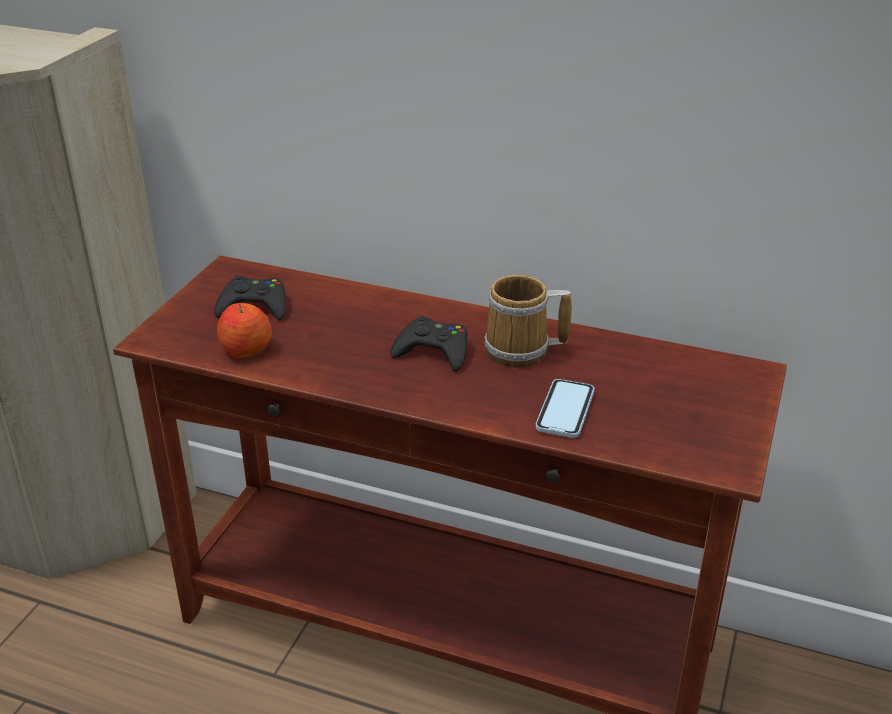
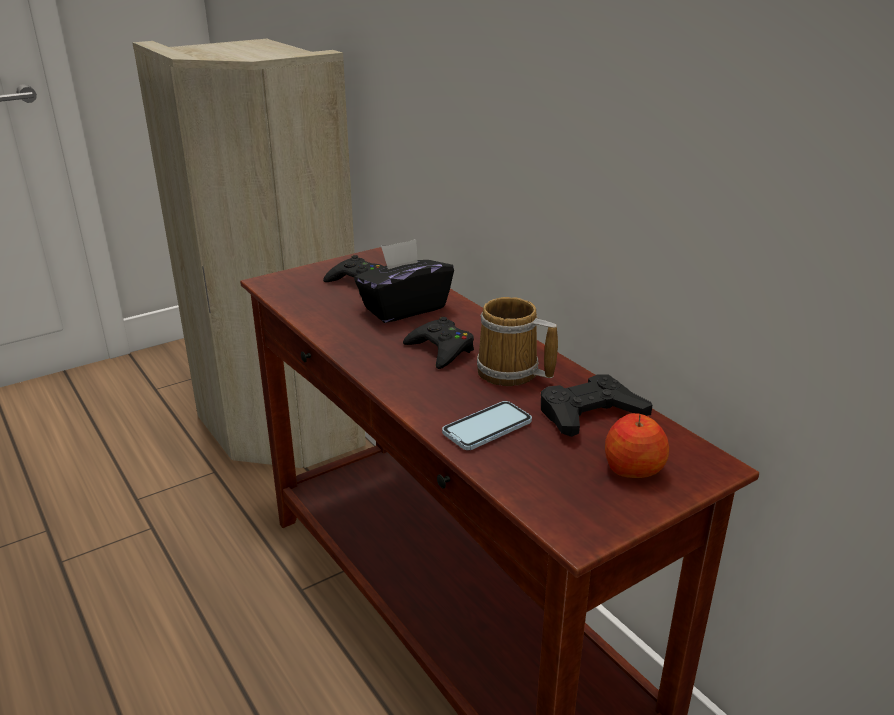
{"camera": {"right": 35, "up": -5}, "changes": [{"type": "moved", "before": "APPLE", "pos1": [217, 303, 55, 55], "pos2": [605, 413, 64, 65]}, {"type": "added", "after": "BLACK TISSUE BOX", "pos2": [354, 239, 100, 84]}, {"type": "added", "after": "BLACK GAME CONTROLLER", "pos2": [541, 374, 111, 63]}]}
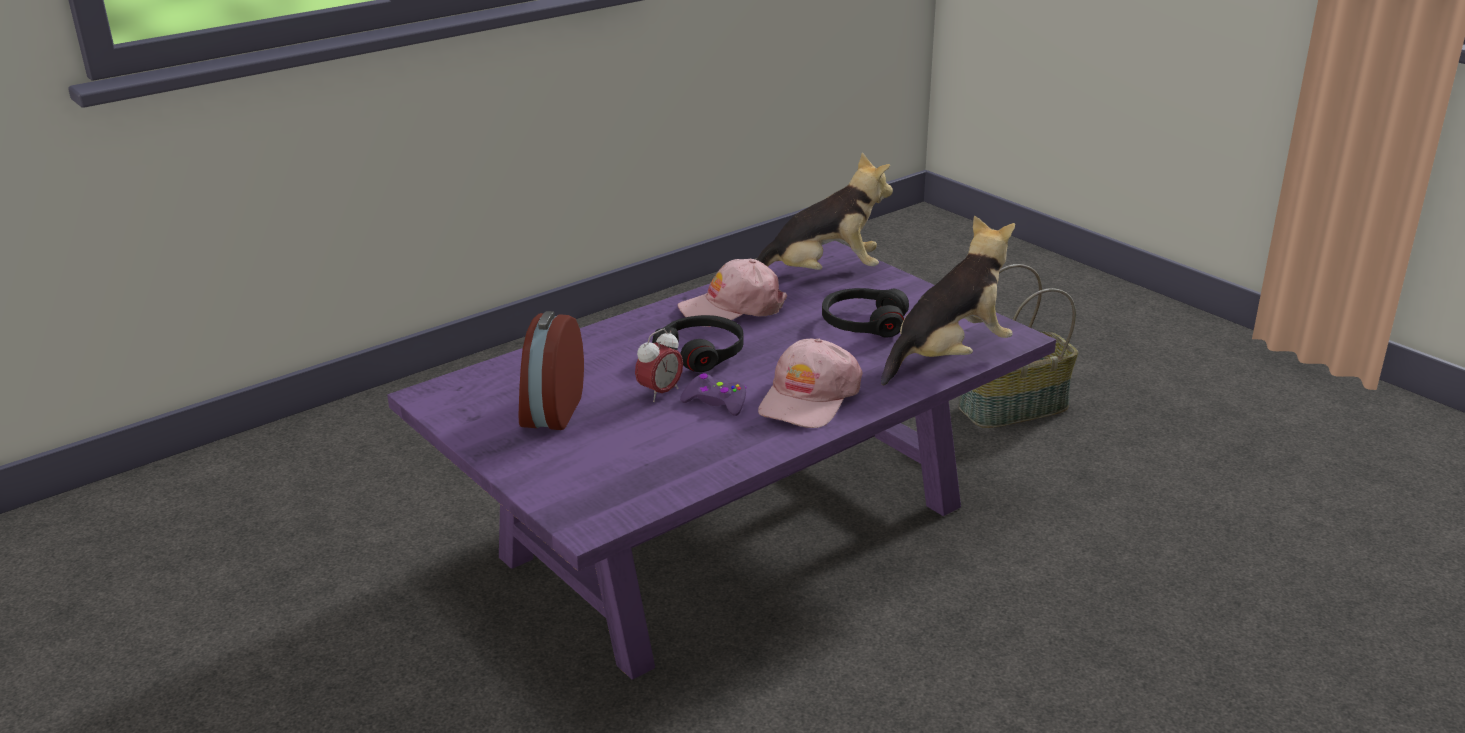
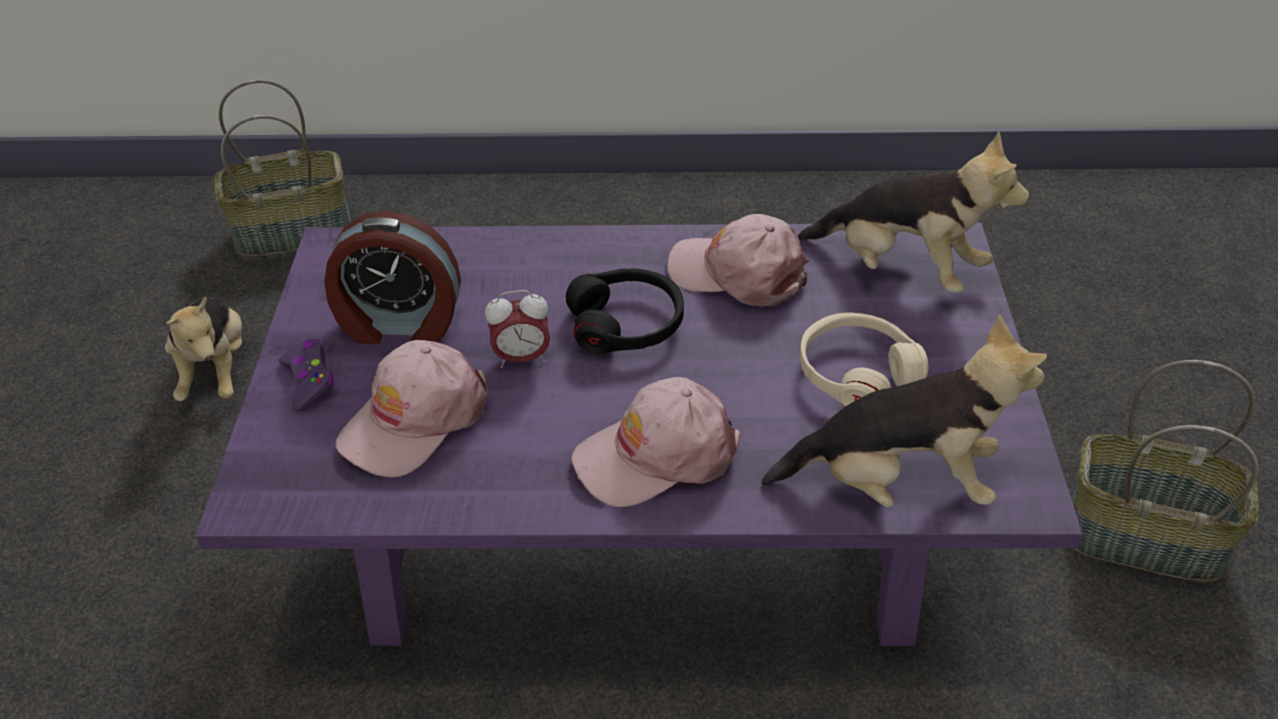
{"camera": {"right": 40, "up": 15}, "changes": [{"type": "recoloured", "before": "BLACK HEADPHONES", "after": "BEIGE HEADPHONES", "pos1": [822, 288, 87, 49], "pos2": [800, 312, 128, 94]}, {"type": "turned", "before": "ALARM CLOCK", "pos1": [518, 311, 66, 119], "pos2": [324, 211, 137, 133], "turn": -135}, {"type": "moved", "before": "PURPLE GAME CONTROLLER", "pos1": [680, 373, 66, 43], "pos2": [279, 339, 55, 73]}, {"type": "added", "after": "BASKET", "pos2": [214, 79, 137, 179]}, {"type": "added", "after": "PLUSH TOY", "pos2": [165, 296, 77, 105]}, {"type": "added", "after": "PINK CAP", "pos2": [335, 340, 153, 137]}]}
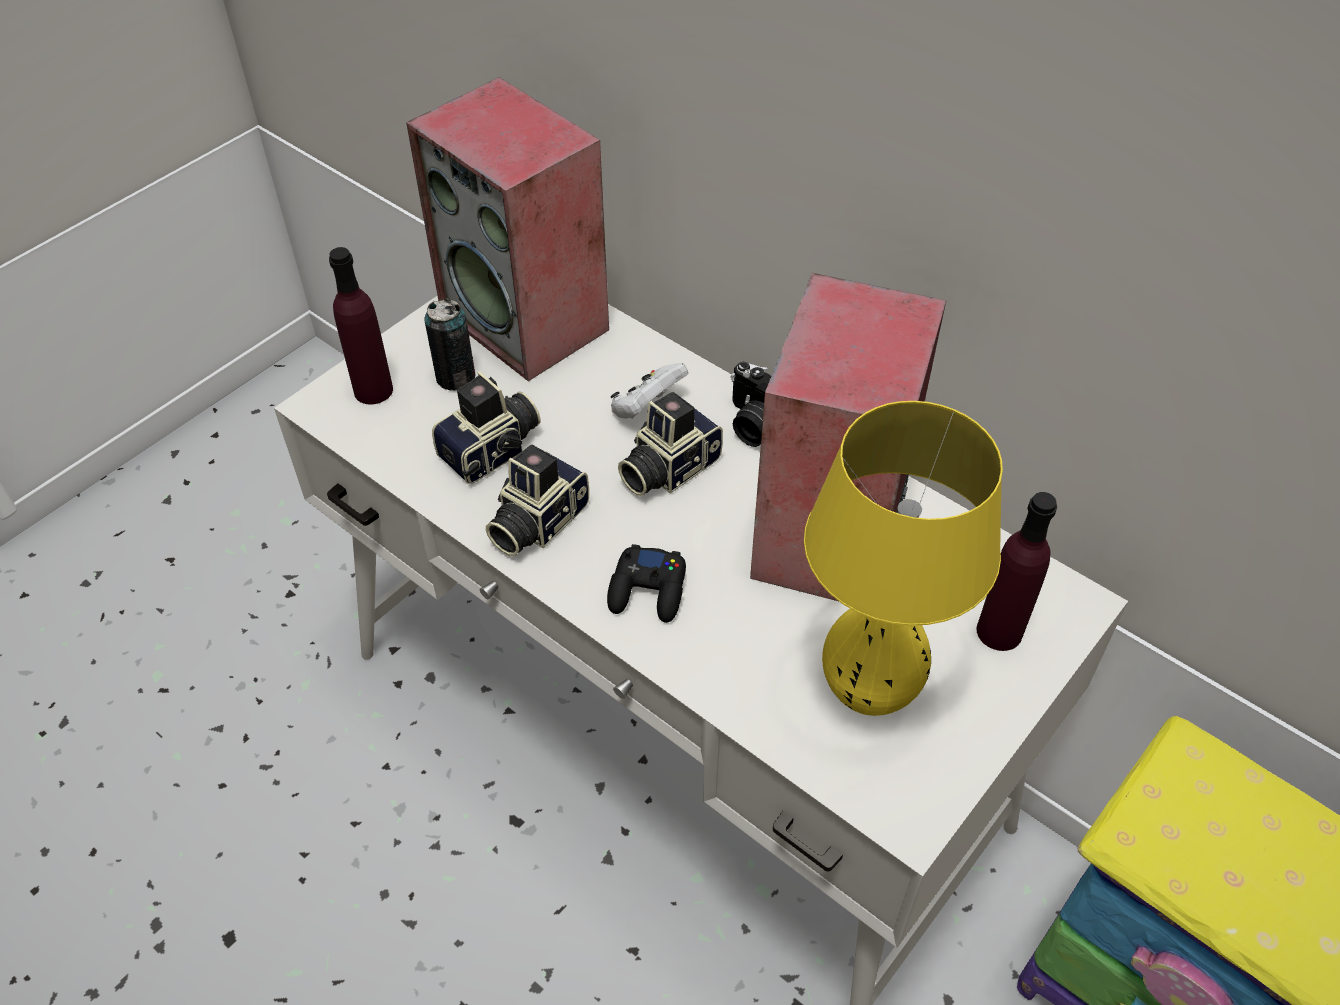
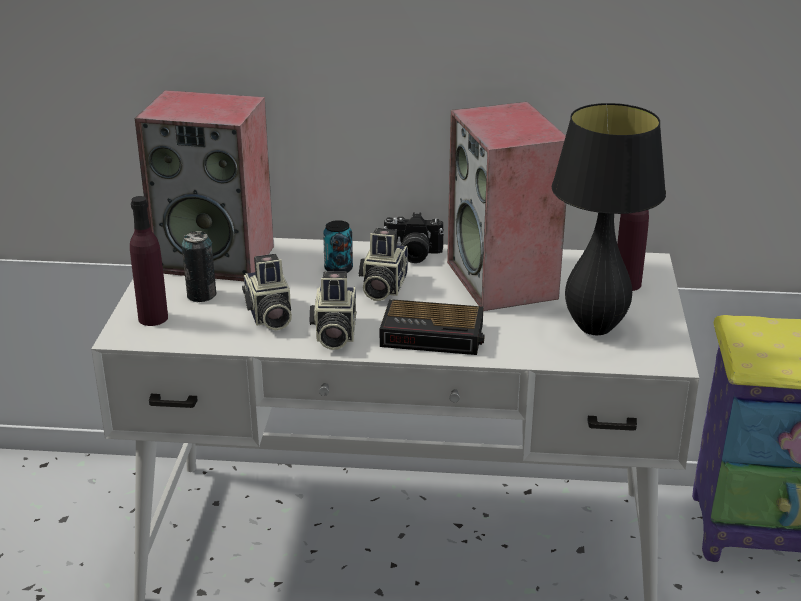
{"camera": {"right": -35, "up": -20}, "changes": [{"type": "replaced", "before": "WHITE GAME CONTROLLER", "after": "CAN", "pos1": [611, 363, 77, 56], "pos2": [323, 220, 30, 53]}, {"type": "turned", "before": "PHOTO CAMERA", "pos1": [432, 371, 109, 113], "pos2": [242, 254, 50, 76], "turn": 150}, {"type": "recoloured", "before": "YELLOW TABLE LAMP", "after": "BLACK TABLE LAMP", "pos1": [804, 401, 199, 315], "pos2": [551, 103, 115, 232]}, {"type": "replaced", "before": "BLACK GAME CONTROLLER", "after": "ALARM CLOCK", "pos1": [607, 544, 79, 79], "pos2": [380, 299, 105, 56]}]}
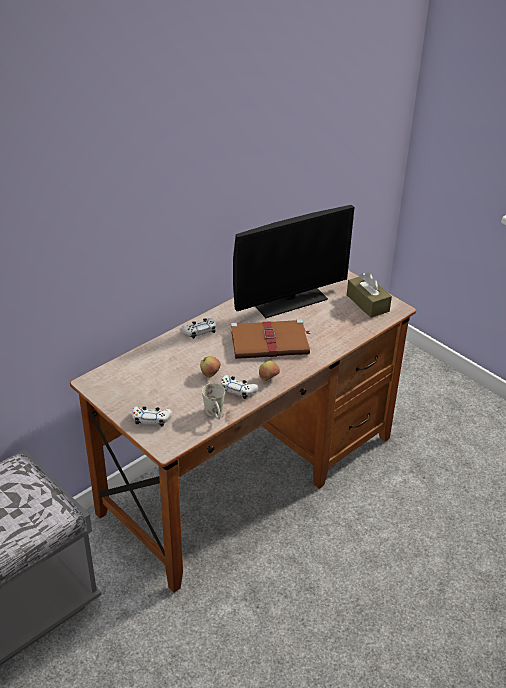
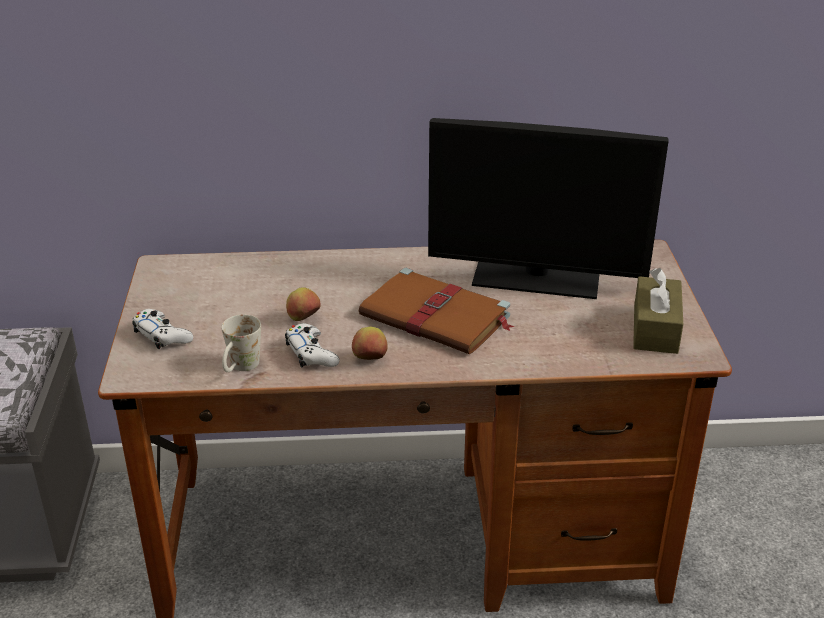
{"camera": {"right": 40, "up": -5}, "changes": [{"type": "removed", "before": "WHITE GAME CONTROLLER", "pos1": [181, 318, 35, 21]}]}
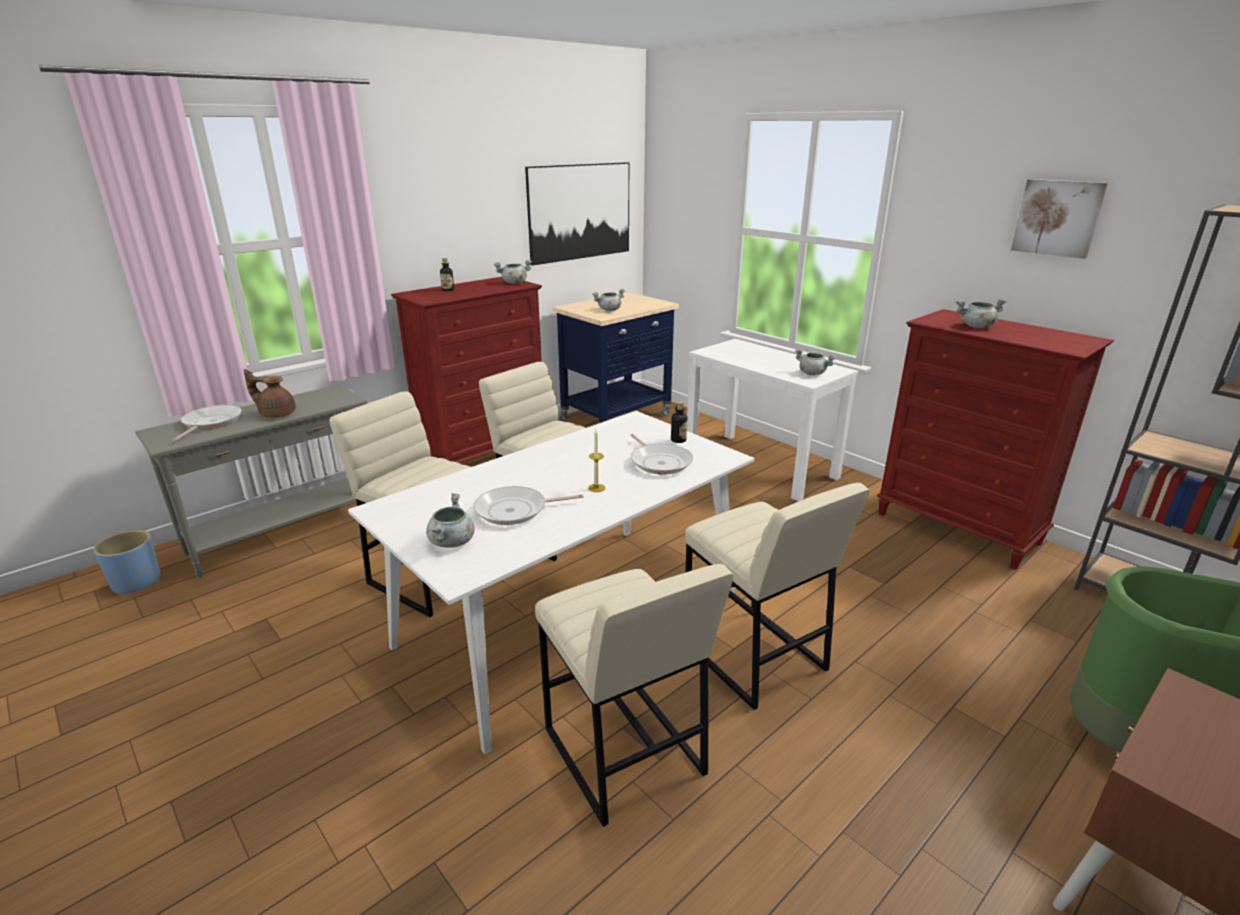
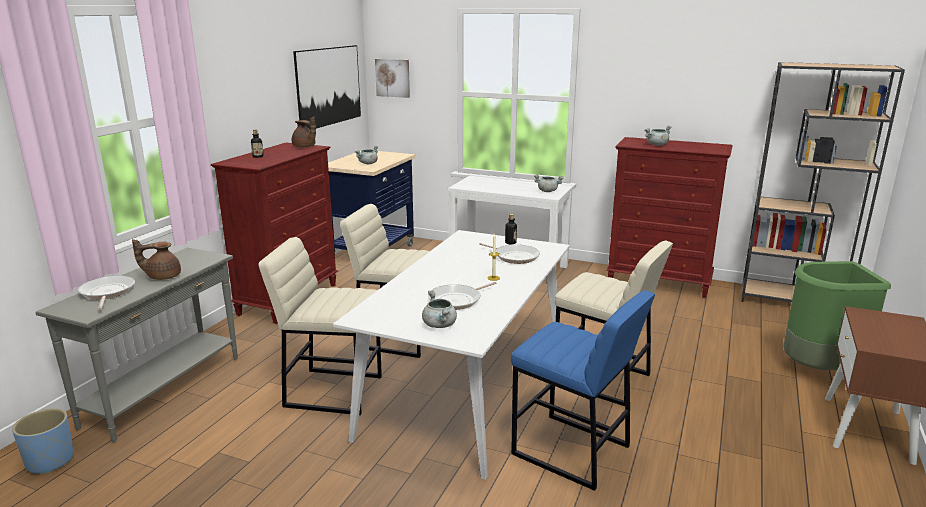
{"camera": {"right": -25, "up": -5}, "changes": [{"type": "moved", "before": "PICTURE", "pos1": [1011, 179, 97, 80], "pos2": [375, 59, 35, 39]}, {"type": "replaced", "before": "GREY COOKING POT", "after": "BROWN TEAPOT", "pos1": [494, 260, 38, 24], "pos2": [292, 117, 24, 30]}, {"type": "recoloured", "before": "BEIGE CHAIR", "after": "BLUE CHAIR", "pos1": [535, 564, 199, 263], "pos2": [511, 290, 144, 201]}]}
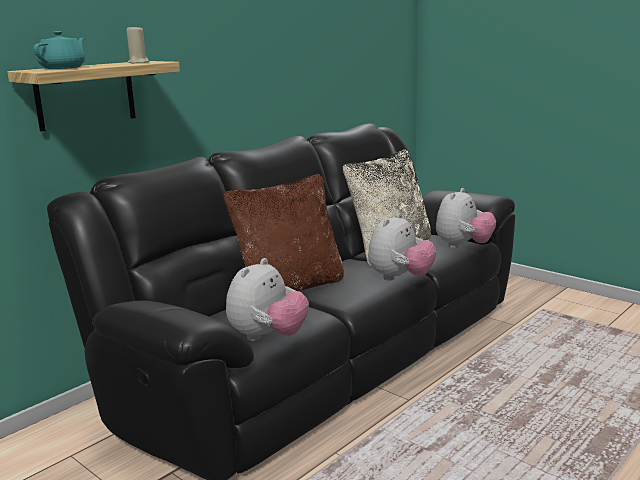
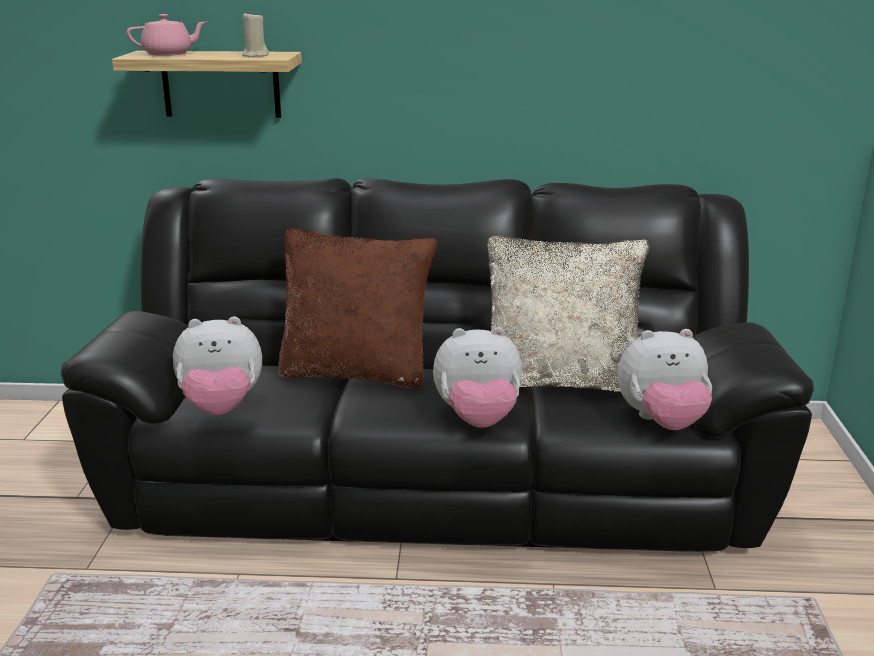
{"camera": {"right": 50, "up": 5}, "changes": [{"type": "recoloured", "before": "TURQUOISE TEAPOT", "after": "PINK TEAPOT", "pos1": [33, 31, 52, 38], "pos2": [126, 14, 80, 42]}]}
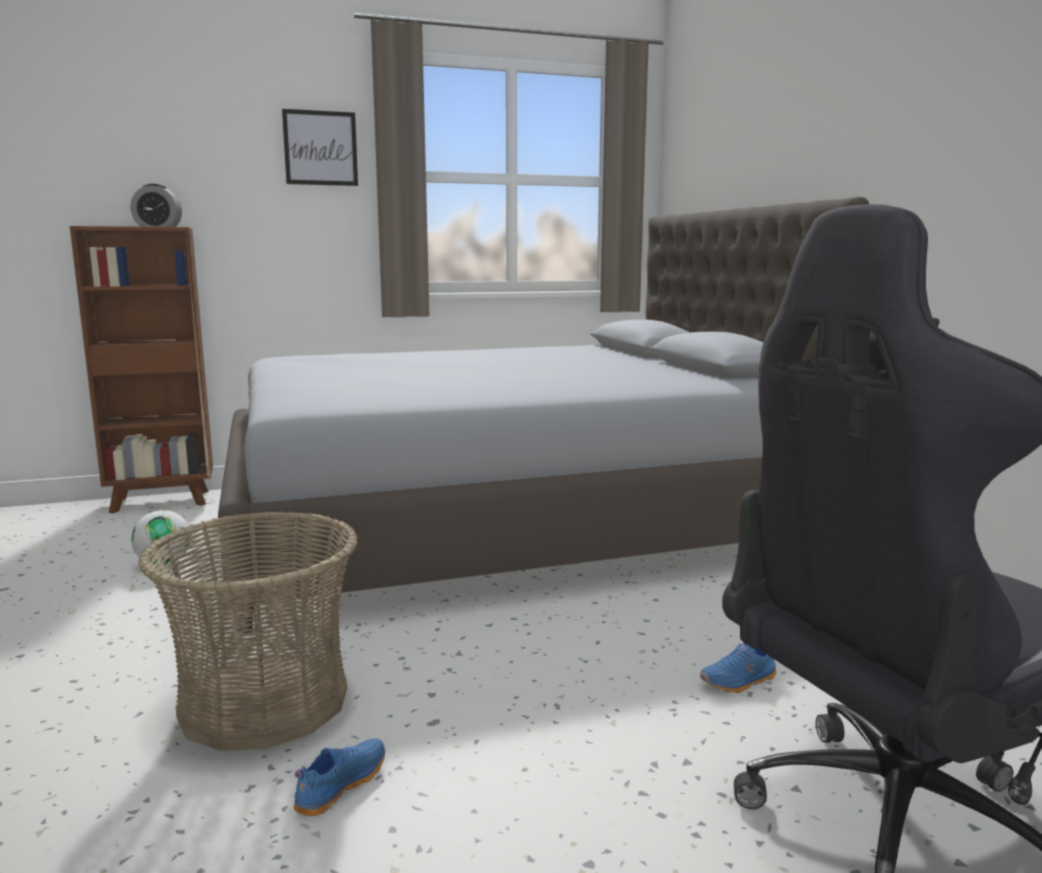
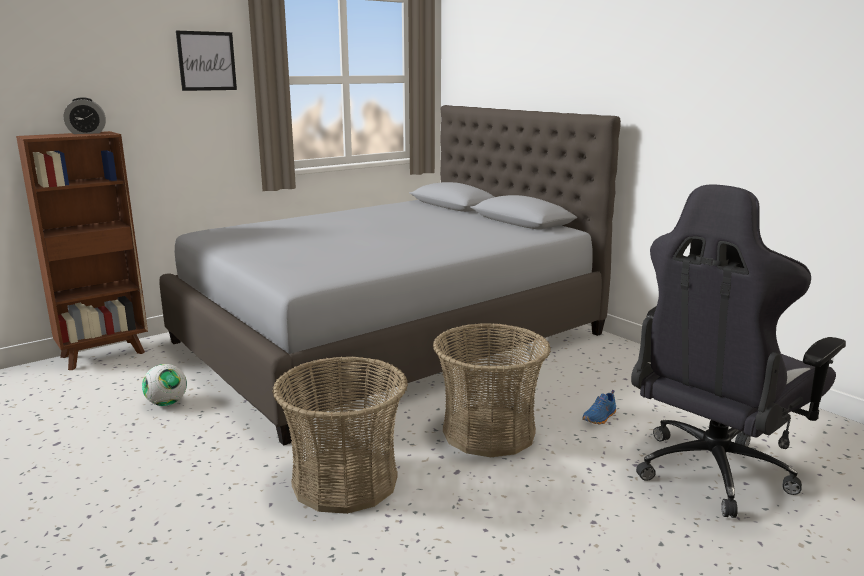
{"camera": {"right": -20, "up": 5}, "changes": [{"type": "removed", "before": "BLUE SHOE", "pos1": [294, 738, 91, 78]}, {"type": "added", "after": "BASKET", "pos2": [433, 323, 118, 134]}]}
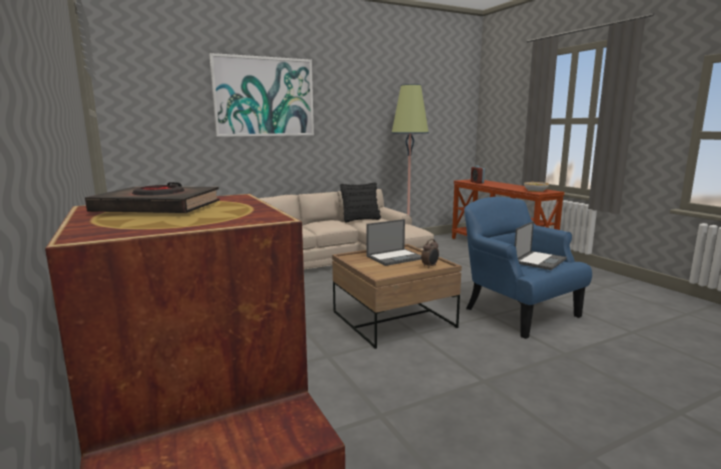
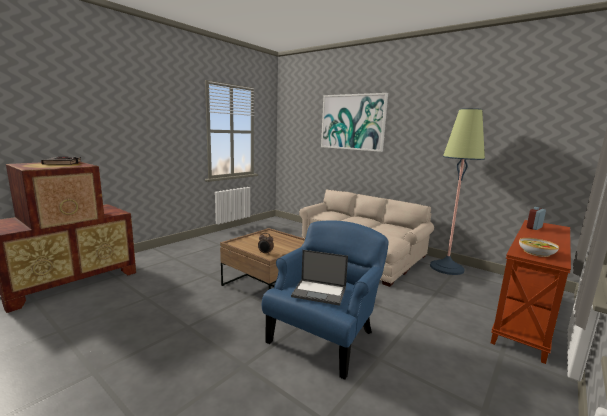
{"camera": {"right": 65, "up": 0}, "changes": [{"type": "removed", "before": "BLACK PILLOW", "pos1": [340, 183, 41, 40]}, {"type": "removed", "before": "LAPTOP", "pos1": [366, 219, 55, 47]}]}
